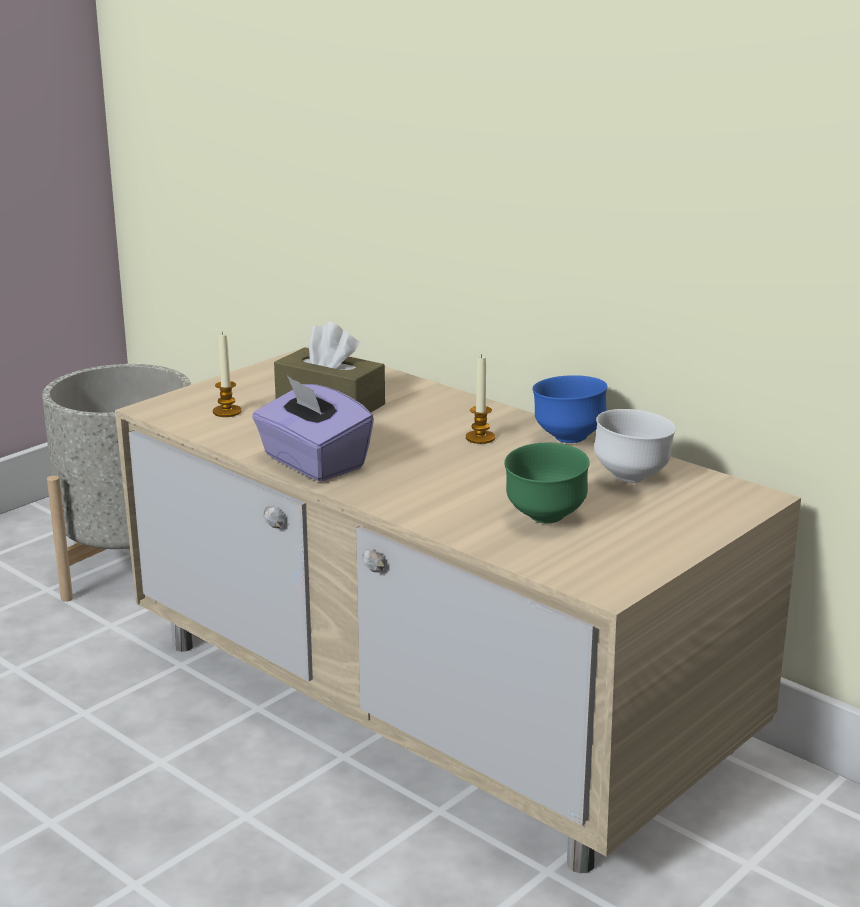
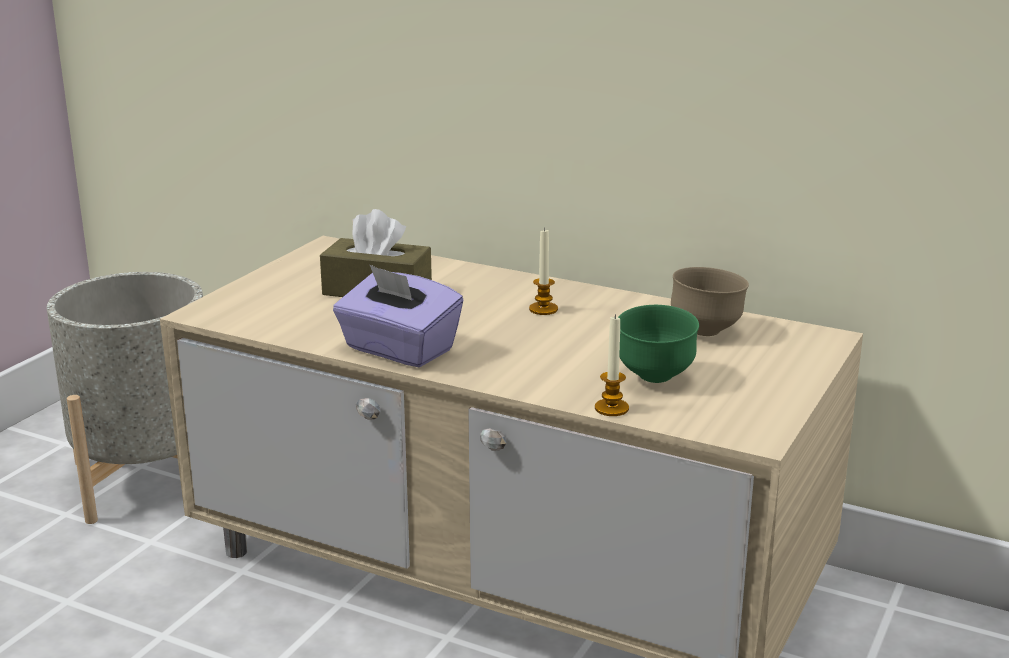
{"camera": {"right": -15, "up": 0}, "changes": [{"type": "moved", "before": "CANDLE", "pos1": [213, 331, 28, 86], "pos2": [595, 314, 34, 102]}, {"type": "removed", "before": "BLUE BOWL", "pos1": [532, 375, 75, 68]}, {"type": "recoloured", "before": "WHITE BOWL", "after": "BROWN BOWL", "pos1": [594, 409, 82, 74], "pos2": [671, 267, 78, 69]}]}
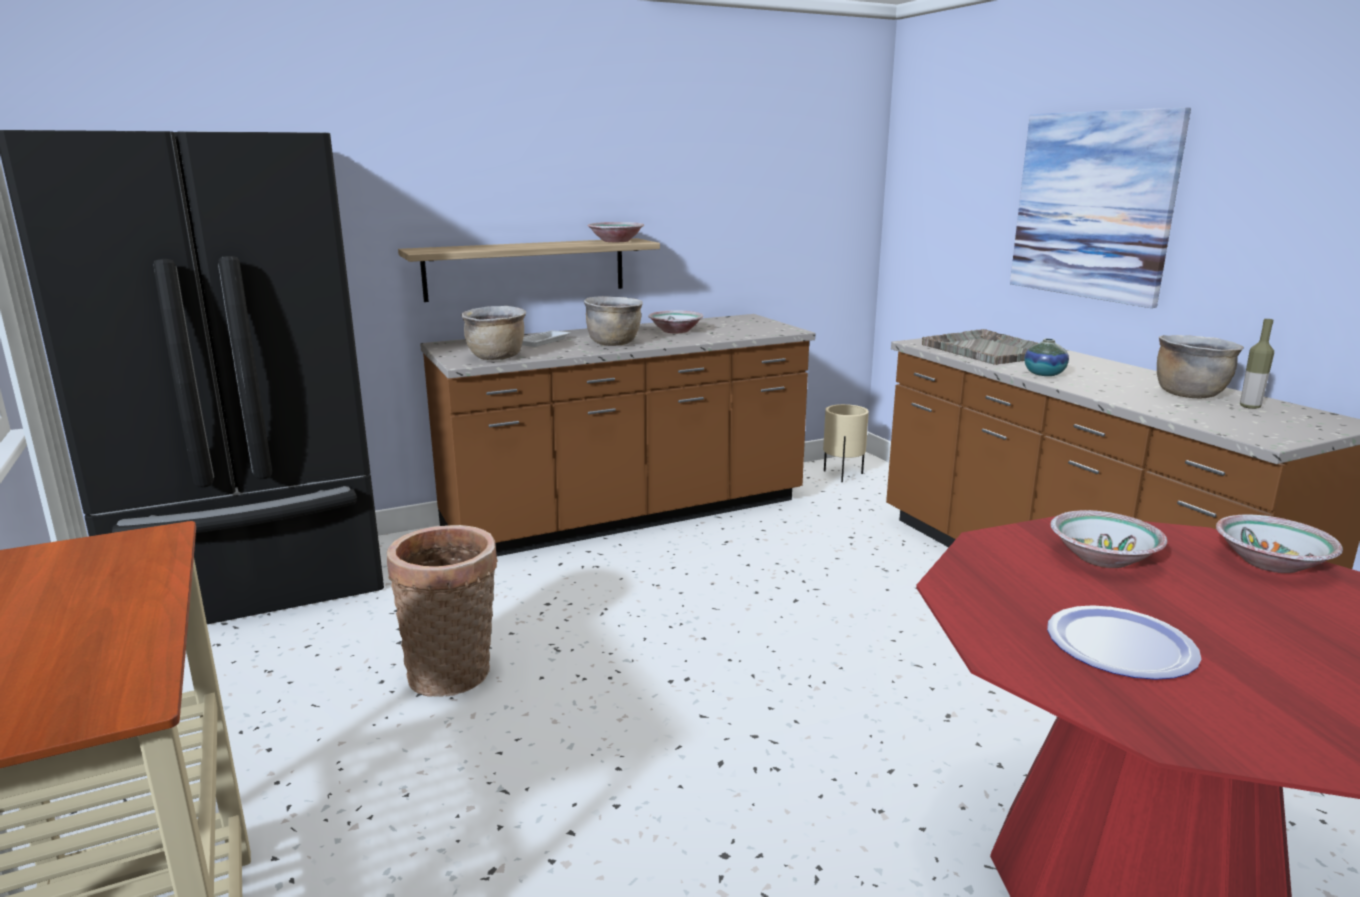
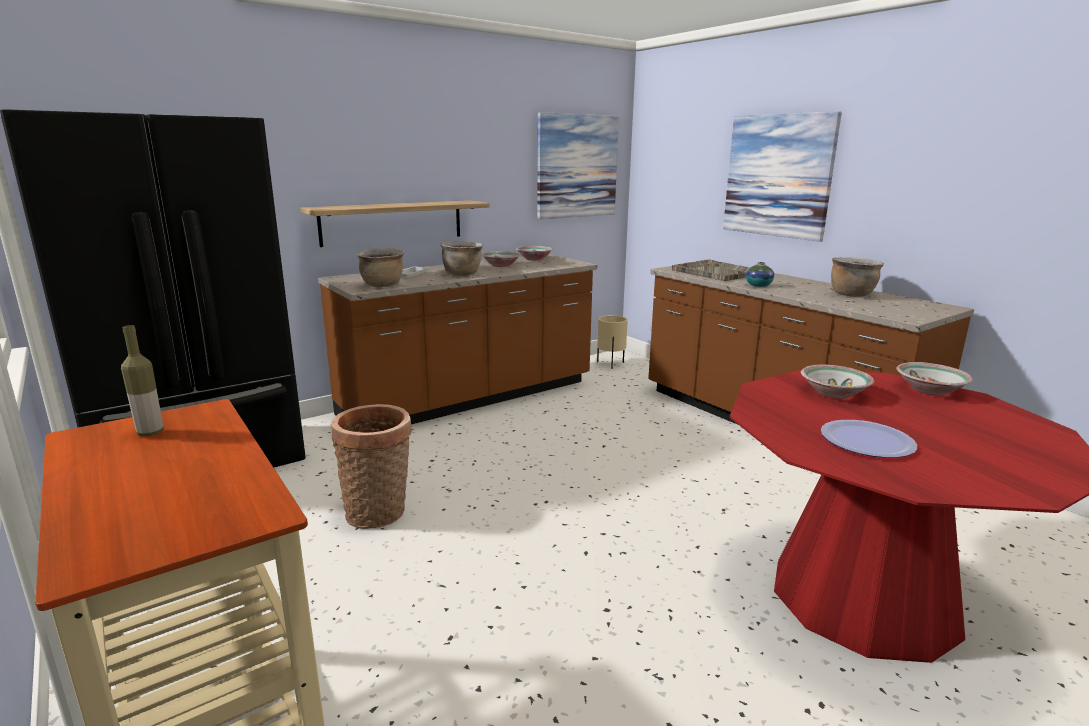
{"camera": {"right": -10, "up": 0}, "changes": [{"type": "moved", "before": "BOWL", "pos1": [588, 222, 56, 20], "pos2": [516, 246, 37, 15]}, {"type": "moved", "before": "BOTTLE", "pos1": [1240, 319, 34, 90], "pos2": [121, 325, 42, 111]}, {"type": "added", "after": "PICTURE", "pos2": [537, 112, 82, 108]}]}
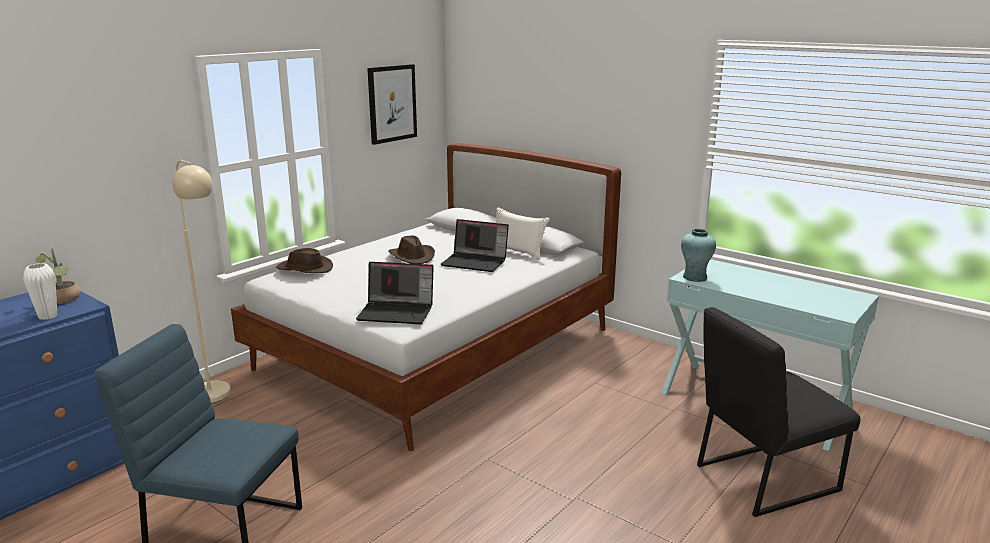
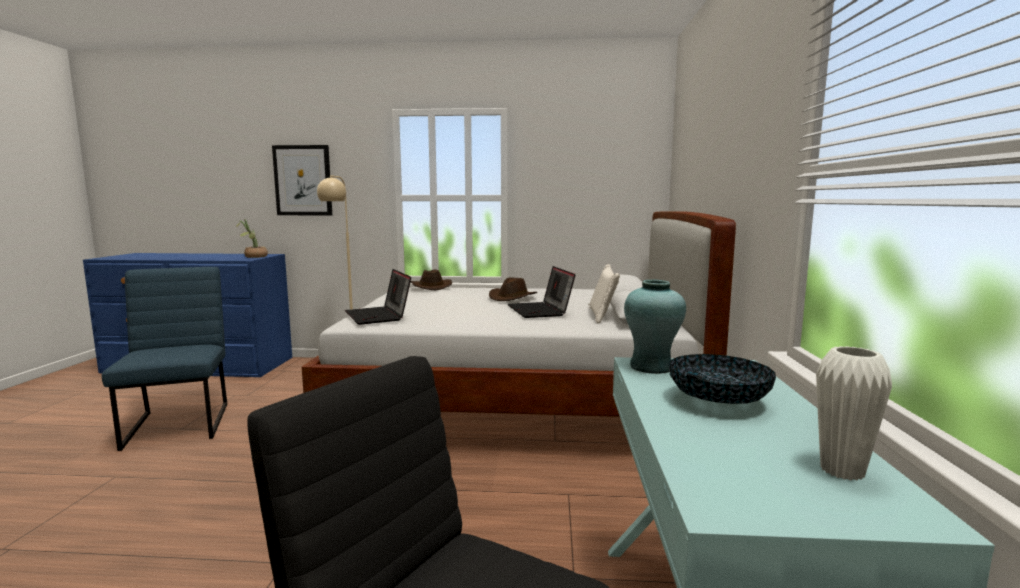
{"camera": {"right": 55, "up": -10}, "changes": [{"type": "moved", "before": "PICTURE", "pos1": [367, 64, 50, 81], "pos2": [272, 145, 60, 70]}, {"type": "moved", "before": "WHITE VASE", "pos1": [23, 263, 34, 57], "pos2": [816, 346, 76, 135]}, {"type": "added", "after": "BOWL", "pos2": [668, 354, 108, 50]}]}
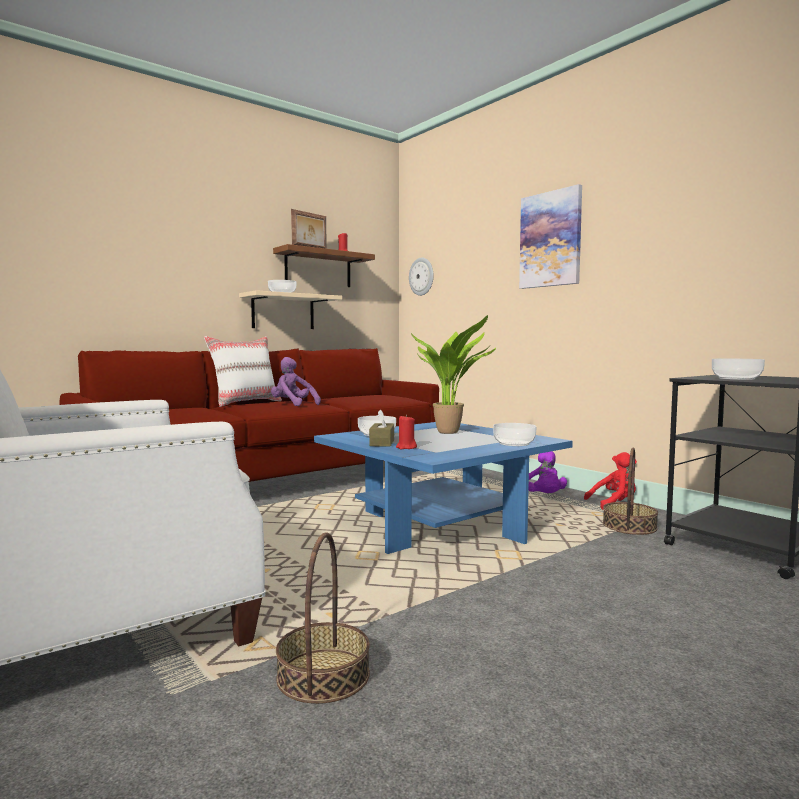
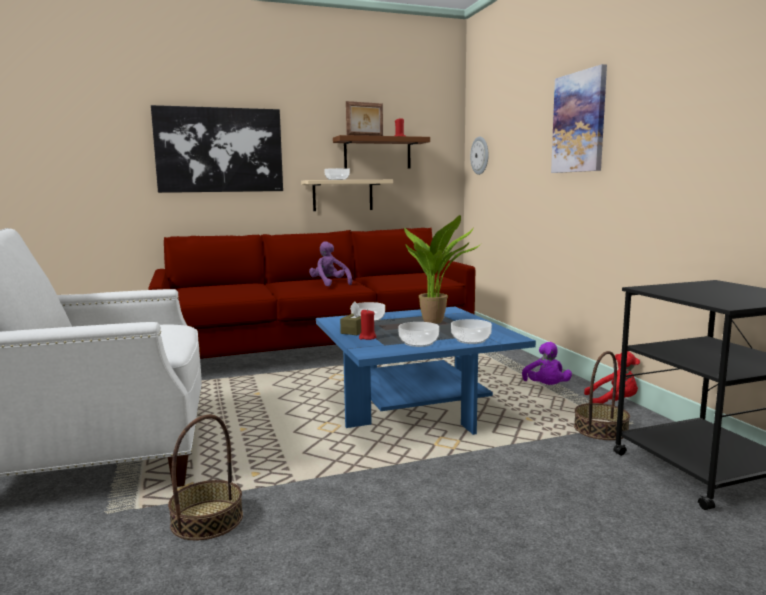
{"camera": {"right": 20, "up": 5}, "changes": [{"type": "removed", "before": "WHITE PILLOW", "pos1": [204, 336, 78, 71]}, {"type": "moved", "before": "BOWL", "pos1": [712, 358, 53, 22], "pos2": [398, 322, 41, 25]}, {"type": "added", "after": "PICTURE", "pos2": [151, 105, 132, 88]}]}
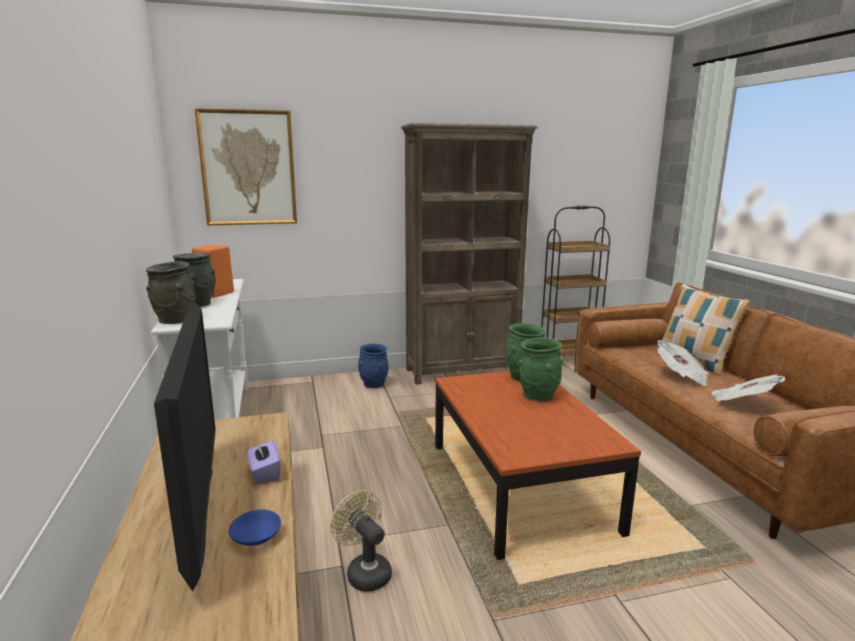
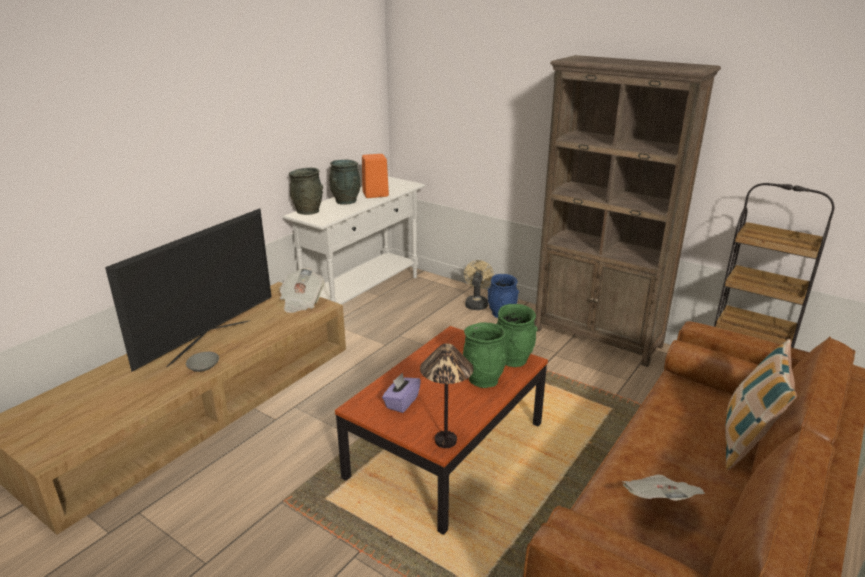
{"camera": {"right": 50, "up": 10}, "changes": [{"type": "removed", "before": "PICTURE", "pos1": [195, 108, 102, 117]}, {"type": "moved", "before": "NEWSPAPER", "pos1": [657, 340, 52, 46], "pos2": [279, 268, 46, 45]}, {"type": "moved", "before": "PURPLE TISSUE BOX", "pos1": [247, 440, 34, 44], "pos2": [382, 373, 39, 40]}, {"type": "moved", "before": "BEIGE FAN", "pos1": [330, 490, 62, 102], "pos2": [464, 260, 30, 50]}, {"type": "recoloured", "before": "BLUE BOWL", "after": "GREY BOWL", "pos1": [229, 509, 52, 37], "pos2": [186, 352, 33, 20]}, {"type": "added", "after": "TABLE LAMP", "pos2": [420, 343, 54, 105]}]}
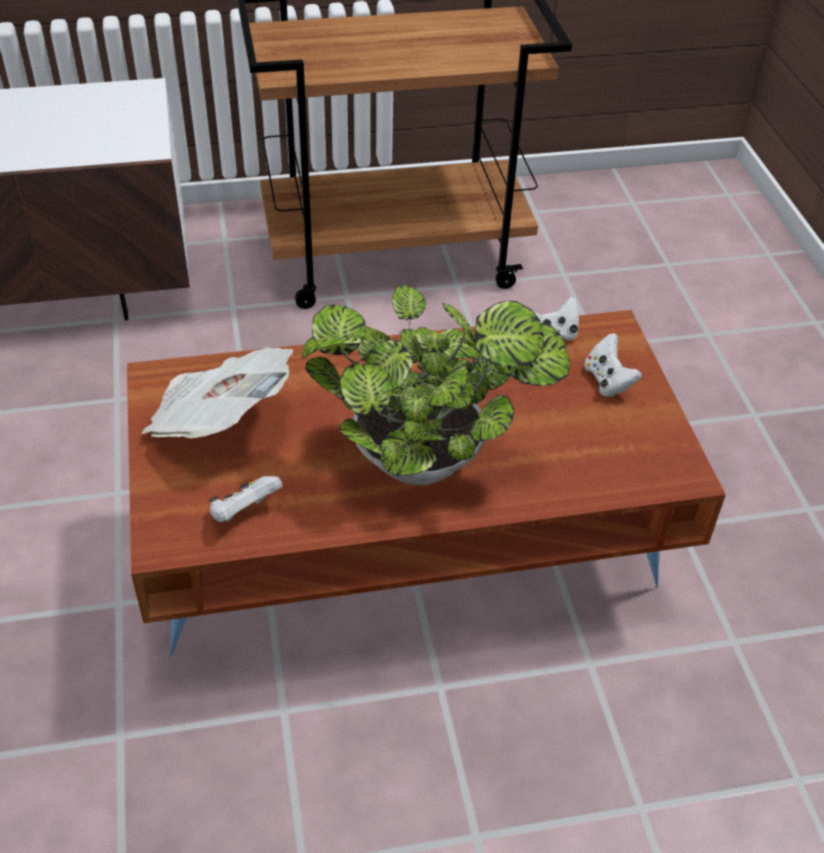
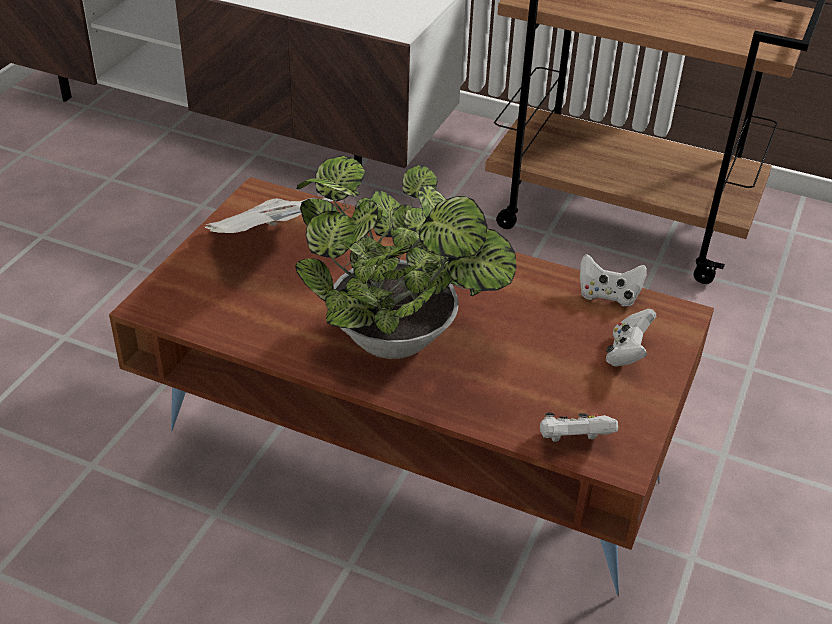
{"camera": {"right": 35, "up": -5}, "changes": [{"type": "moved", "before": "WHITE GAME CONTROLLER", "pos1": [209, 476, 73, 46], "pos2": [540, 413, 78, 29]}]}
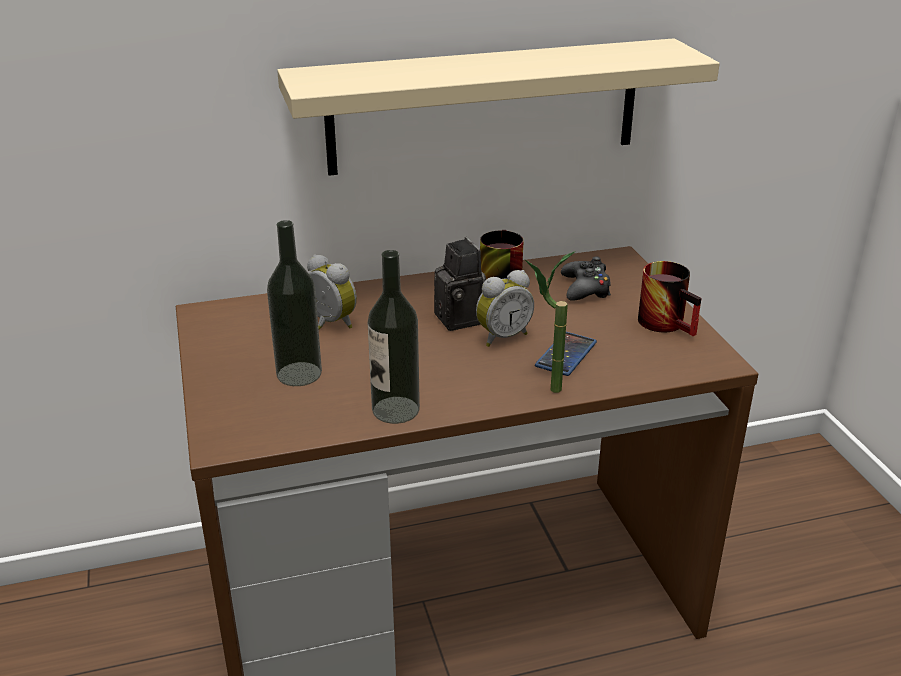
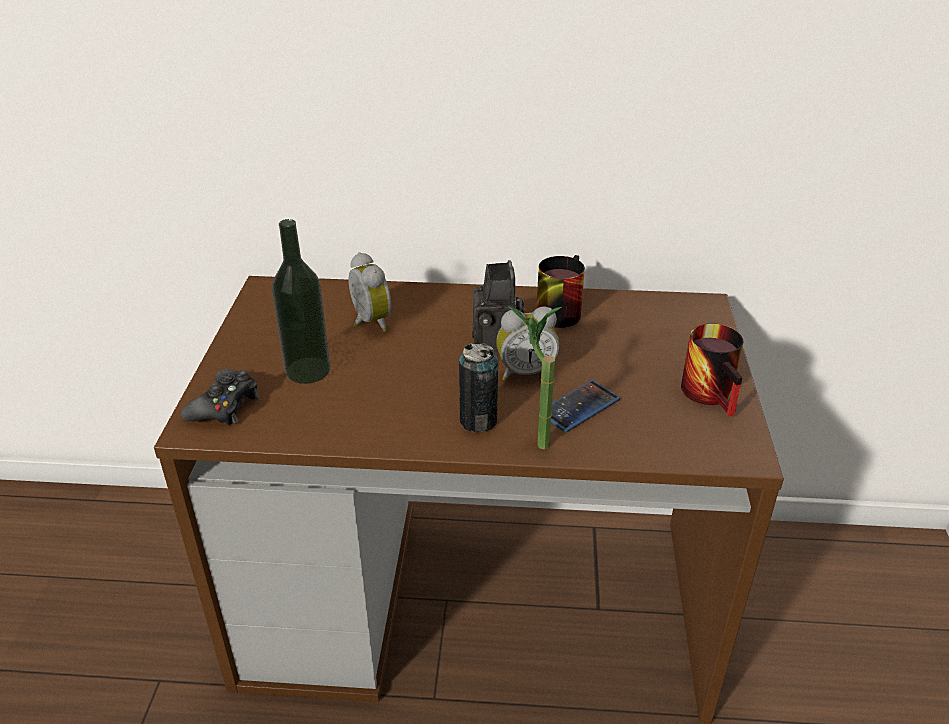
{"camera": {"right": 20, "up": 5}, "changes": [{"type": "removed", "before": "BEIGE SHELF", "pos1": [277, 38, 443, 138]}, {"type": "removed", "before": "BOTTLE", "pos1": [368, 250, 52, 174]}, {"type": "moved", "before": "BLACK GAME CONTROLLER", "pos1": [561, 256, 50, 45], "pos2": [181, 369, 79, 56]}, {"type": "added", "after": "CAN", "pos2": [459, 343, 39, 89]}]}
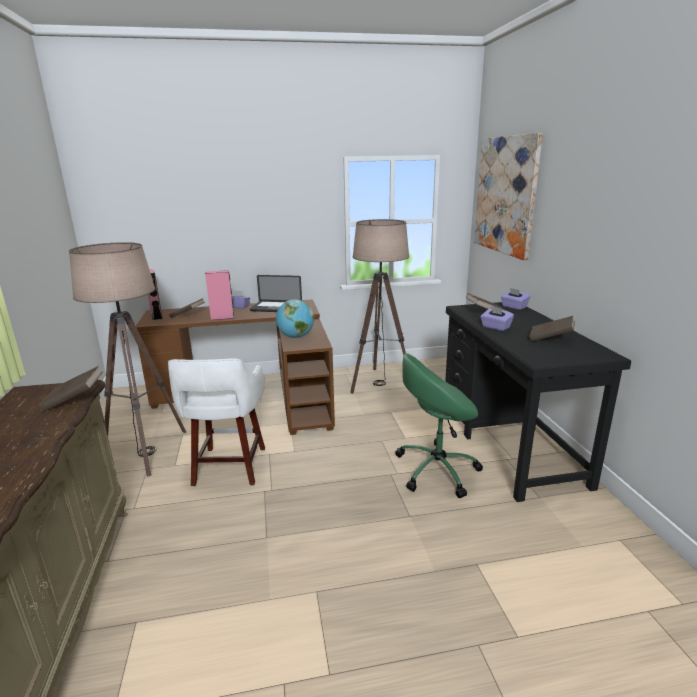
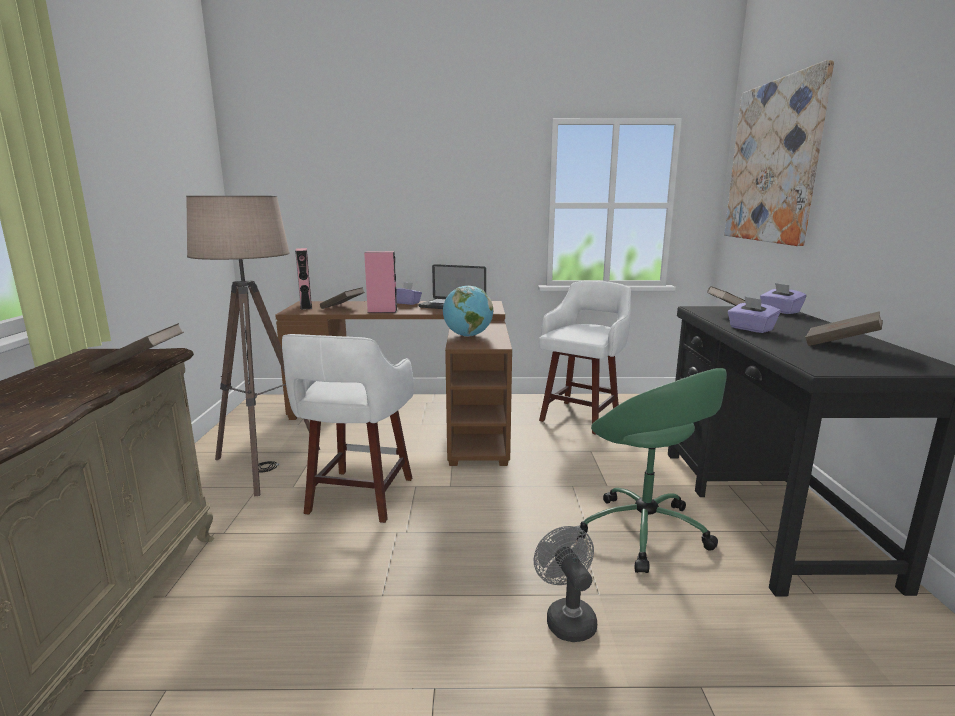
{"camera": {"right": 10, "up": -5}, "changes": [{"type": "replaced", "before": "FLOOR LAMP", "after": "WHITE STOOL", "pos1": [350, 219, 59, 175], "pos2": [539, 281, 92, 154]}, {"type": "turned", "before": "GREEN OFFICE CHAIR", "pos1": [395, 353, 88, 145], "pos2": [575, 368, 152, 205], "turn": -120}, {"type": "added", "after": "GREY FAN", "pos2": [534, 526, 63, 116]}]}
